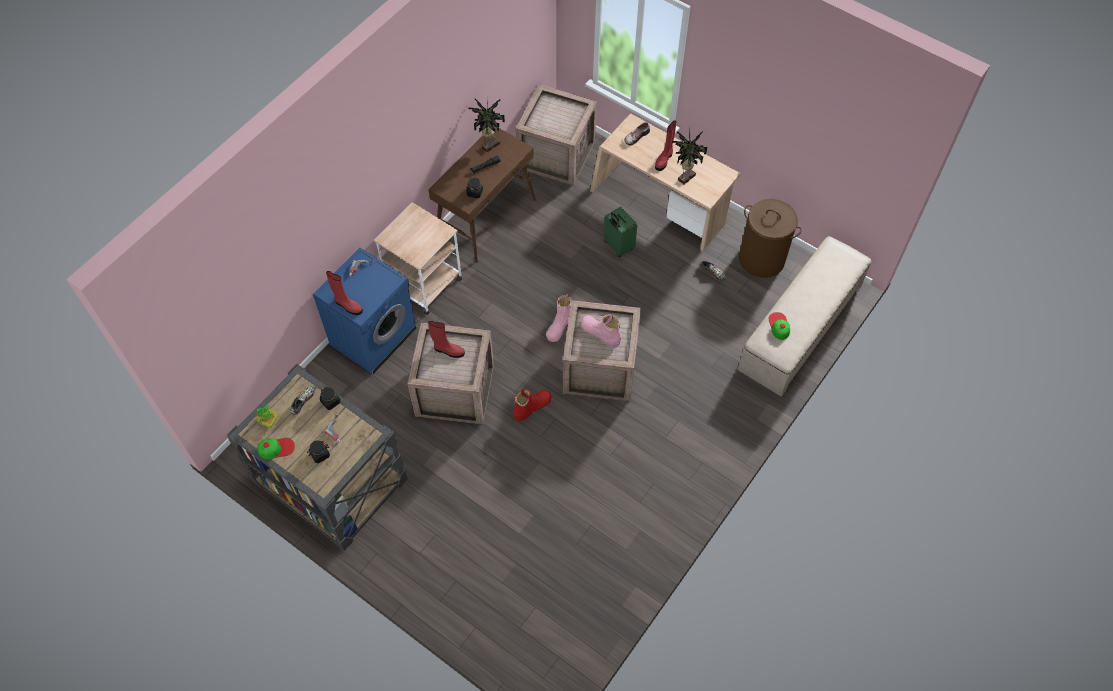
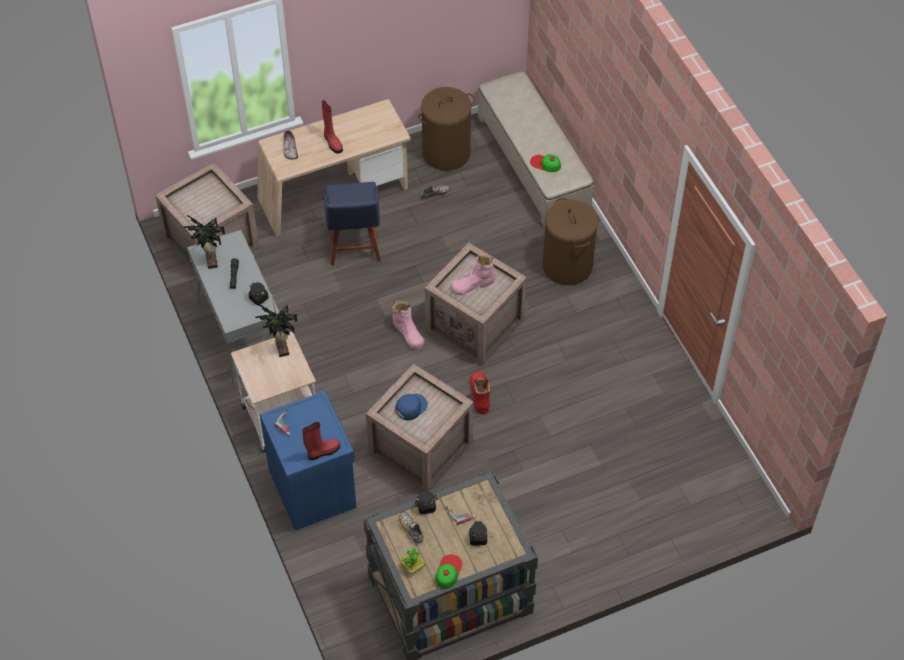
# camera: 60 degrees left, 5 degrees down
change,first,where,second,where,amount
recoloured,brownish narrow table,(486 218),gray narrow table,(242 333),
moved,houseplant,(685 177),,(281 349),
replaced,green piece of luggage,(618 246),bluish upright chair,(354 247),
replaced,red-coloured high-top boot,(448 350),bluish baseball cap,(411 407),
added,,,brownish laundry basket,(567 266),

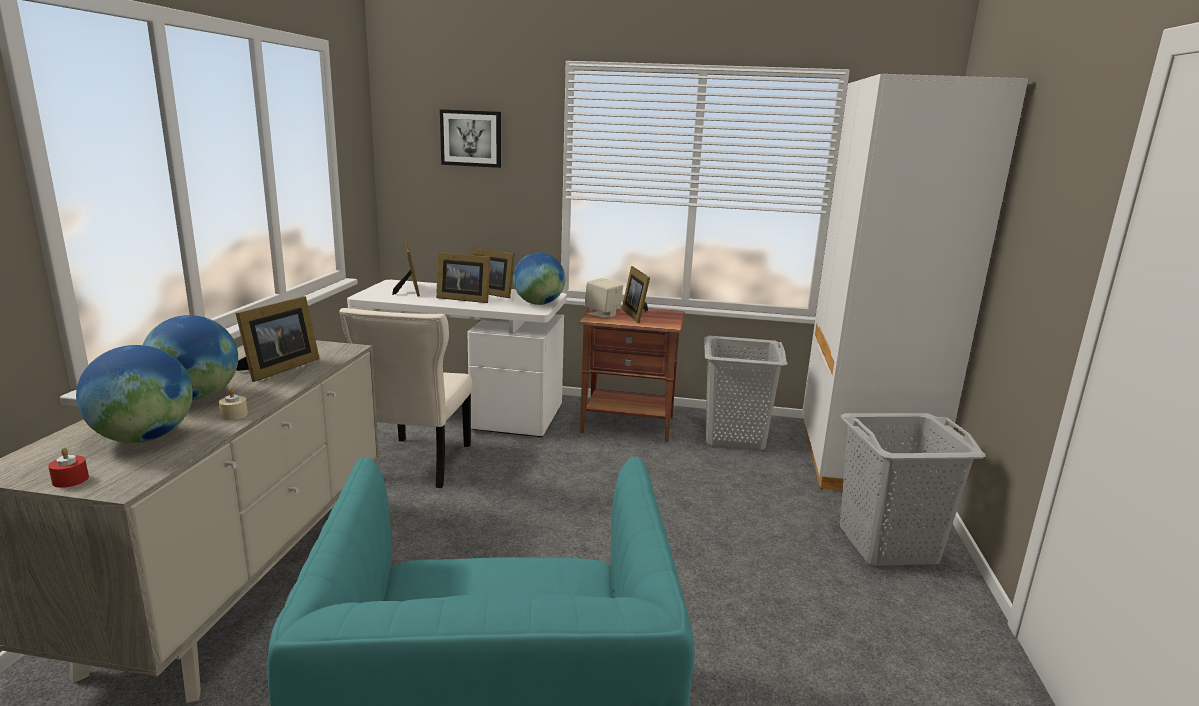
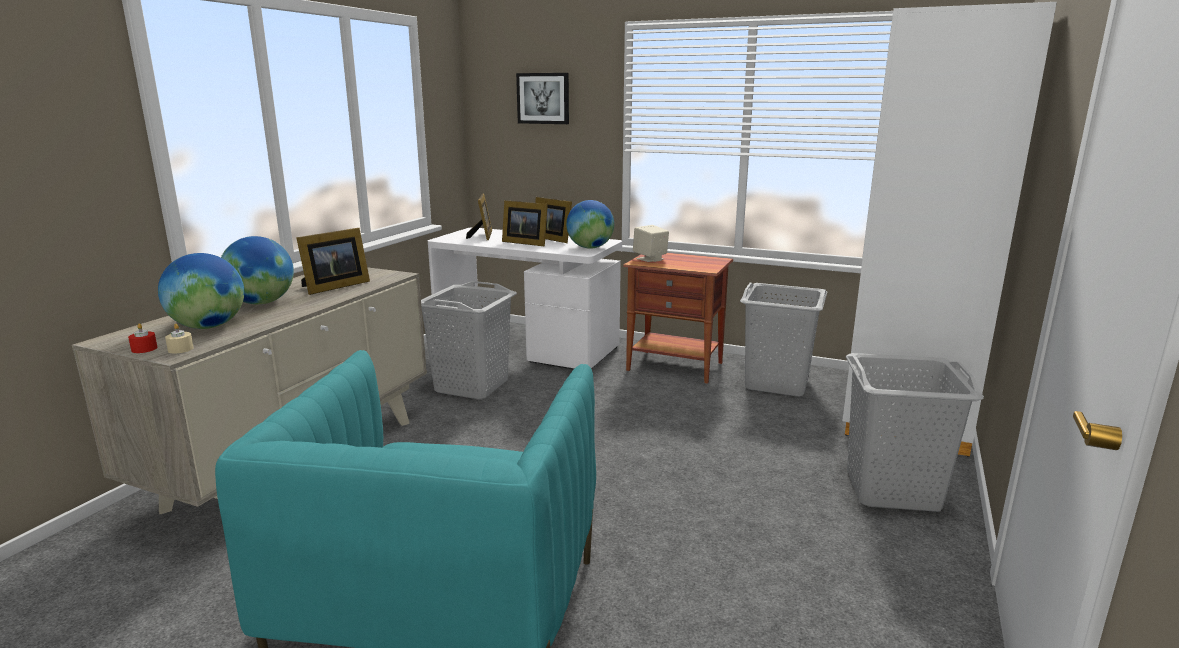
# camera: 15 degrees right, 0 degrees up
change,first,where,second,where,amount
removed,photo frame,(636 315),,,
replaced,beige upright chair,(417 464),gray laundry basket,(471 386),
moved,beige candle,(234 415),,(180 349),

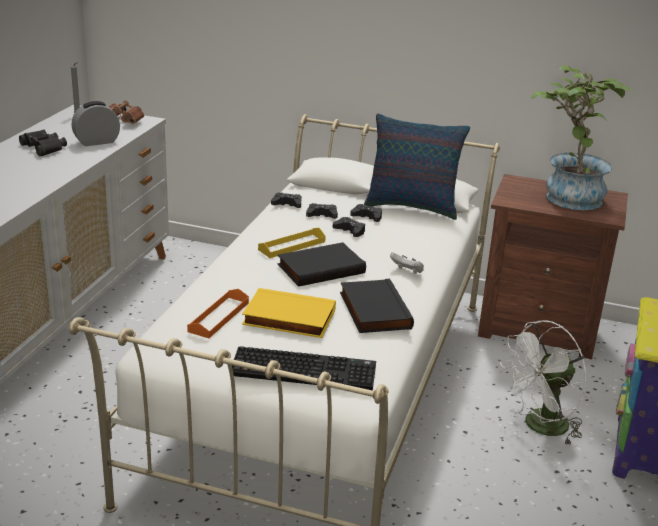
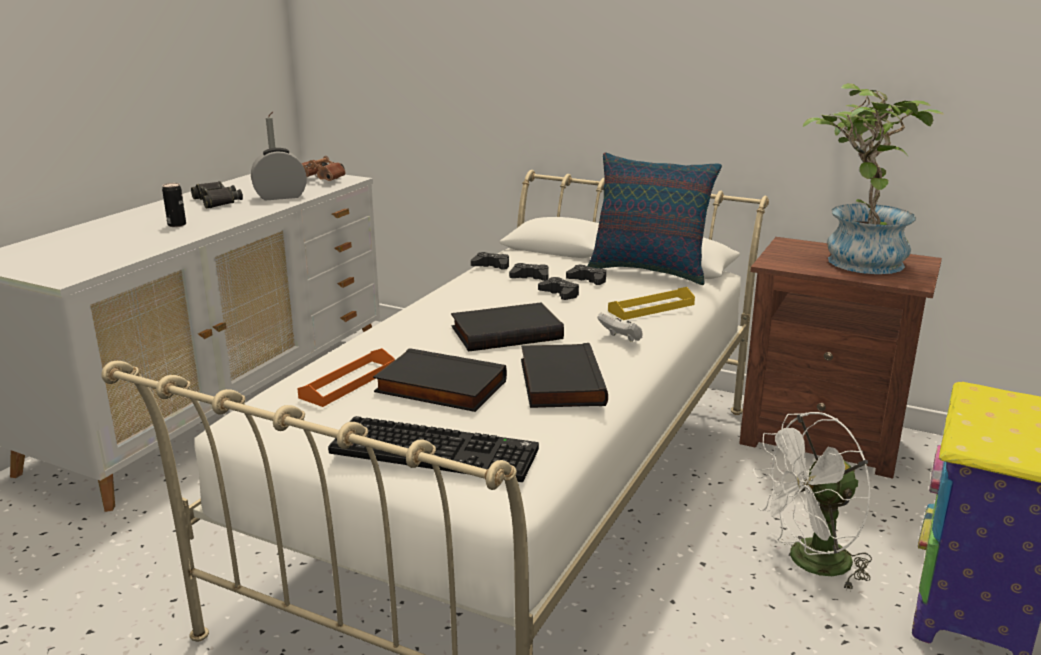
# camera: 10 degrees right, 5 degrees down
change,first,where,second,where,amount
moved,yellowish serving tray,(292 246),,(651 308),
recoloured,yellowish volume,(288 319),blackish volume,(439 388),
added,,,can,(177 225),

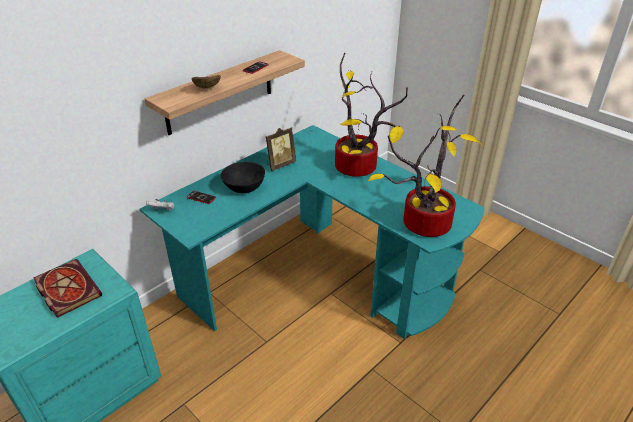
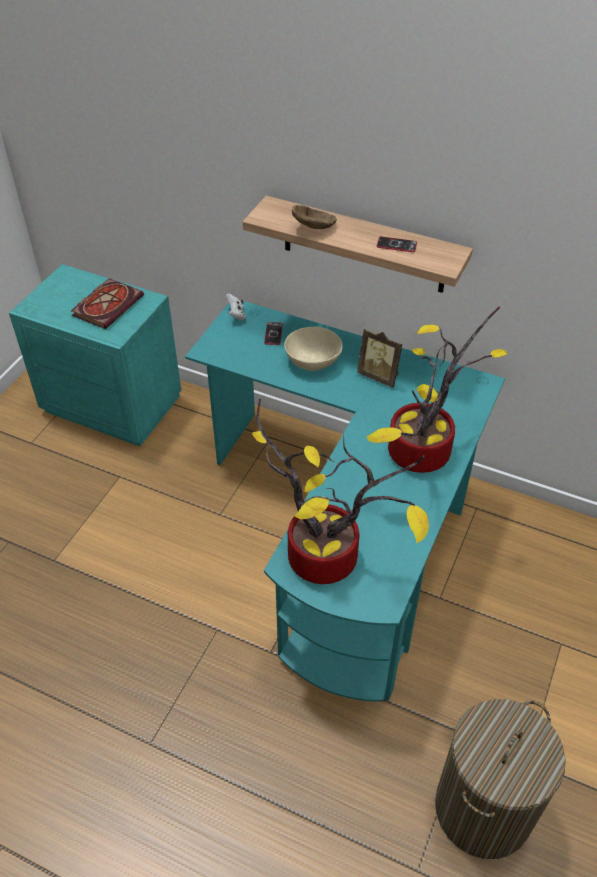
# camera: 70 degrees right, 10 degrees up
change,first,where,second,where,amount
recoloured,blackish deep dish,(244 187),beige deep dish,(312 360),
added,,,laundry basket,(483 809),

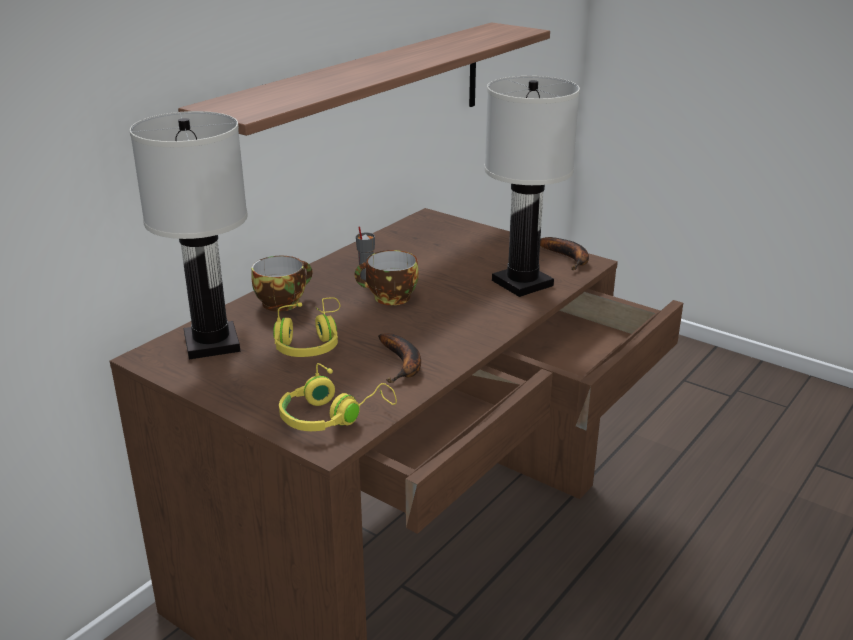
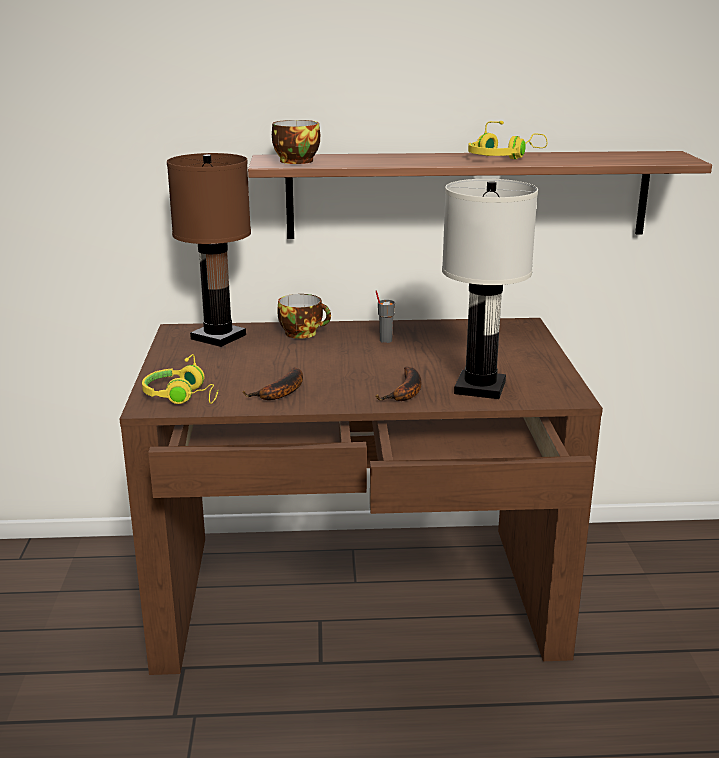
# camera: 50 degrees right, 5 degrees down
change,first,where,second,where,amount
recoloured,whitish lamp for a table,(211 344),brownish lamp for a table,(217 337),
moved,whole banana,(568 258),,(406 392),
moved,cup,(389 298),,(293 161),
moved,yellowish headphones,(310 342),,(503 158),

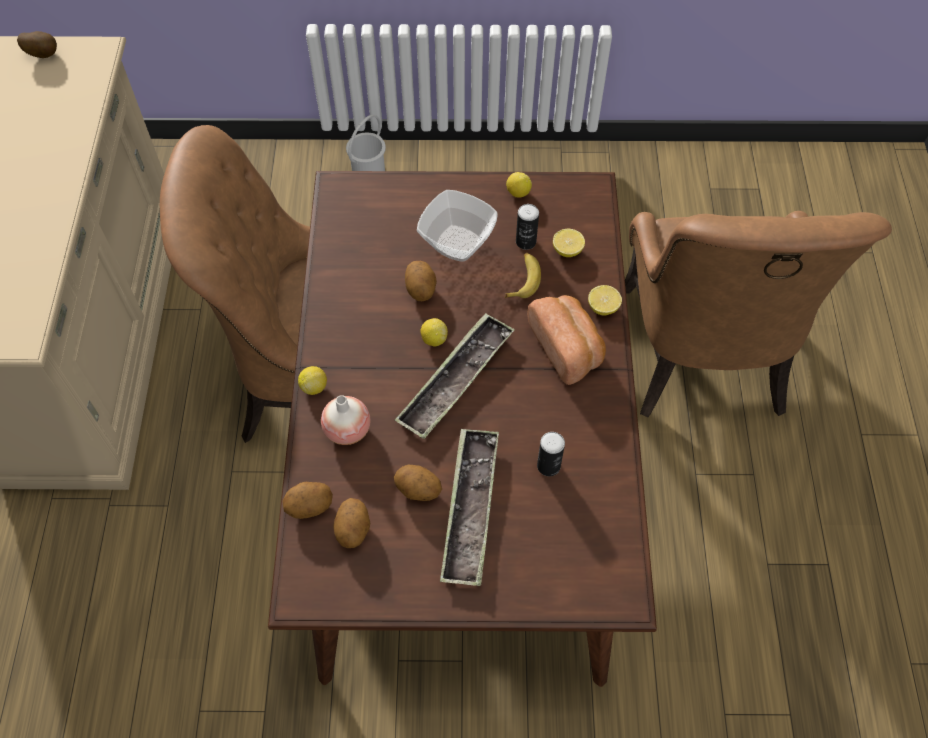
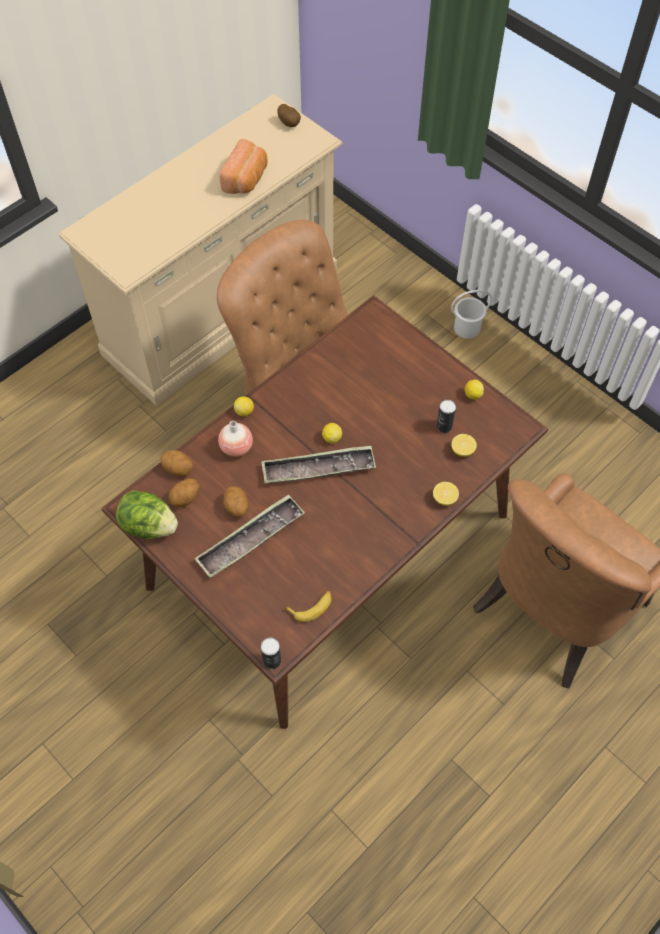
# camera: 45 degrees right, 0 degrees up
change,first,where,second,where,amount
removed,deep dish,(457 244),,,
moved,whole banana,(523 279),,(311 607),
removed,whole potato,(421 289),,,
moved,baked bread,(567 347),,(246 179),
moved,can,(548 466),,(272 660),
added,,,lettuce,(149 526),

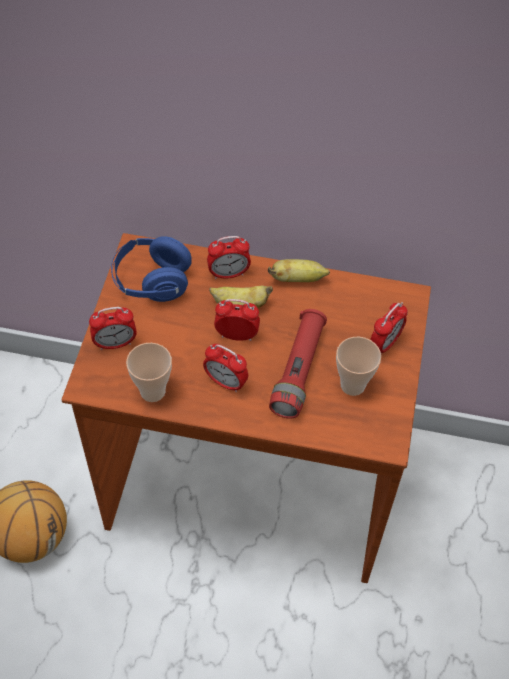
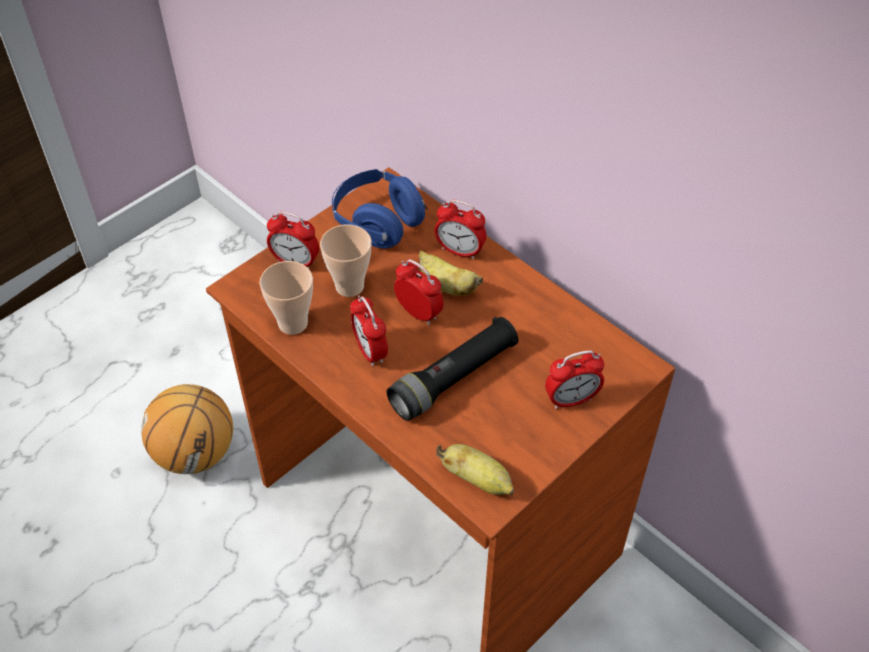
# camera: 35 degrees right, 5 degrees down
change,first,where,second,where,amount
moved,whole banana,(298 279),,(477 480),
recoloured,red-coloured flashlight,(298 370),blackish flashlight,(454 378),
moved,cup,(352 385),,(349 286),

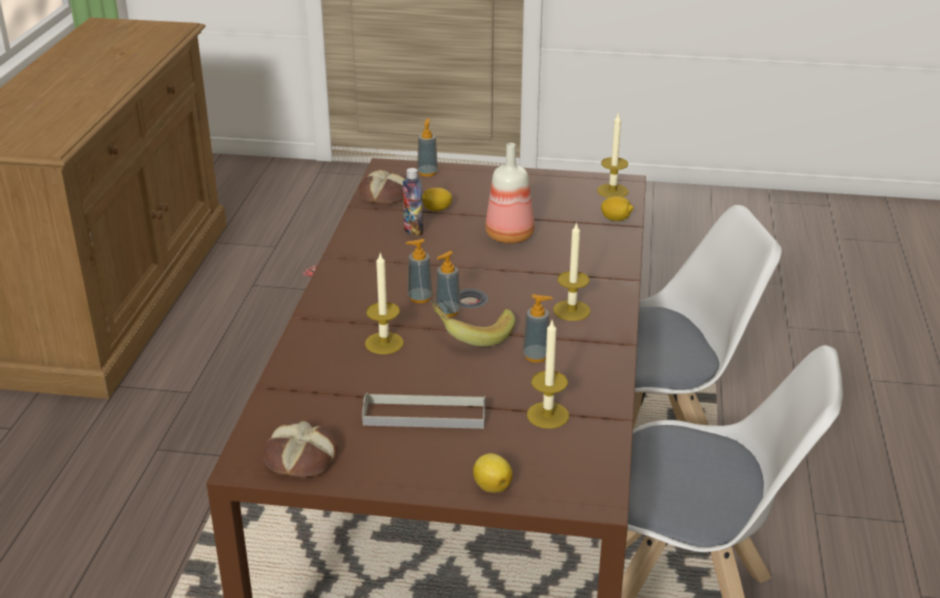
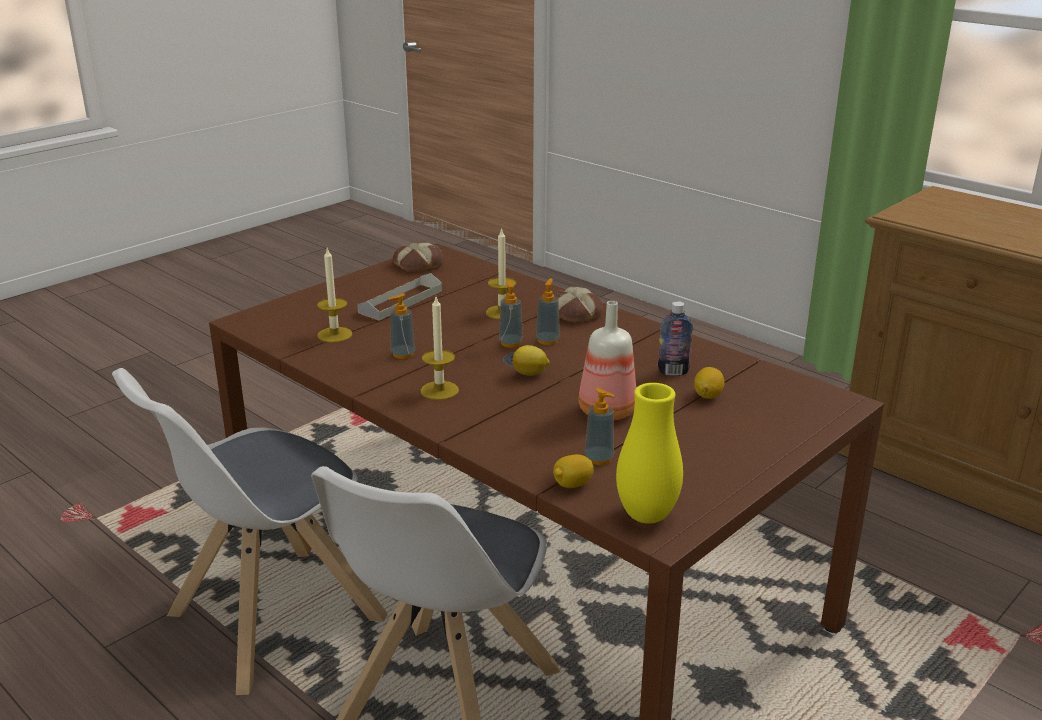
# camera: 125 degrees right, 5 degrees down
change,first,where,second,where,amount
replaced,candle,(612 191),yellowish decorative vase,(646 515),
moved,soap bottle,(427 172),,(599 458),
moved,baked bread,(385 195),,(574 313),
removed,whole banana,(472 334),,,
moved,citrus fruit,(492 486),,(530 374),

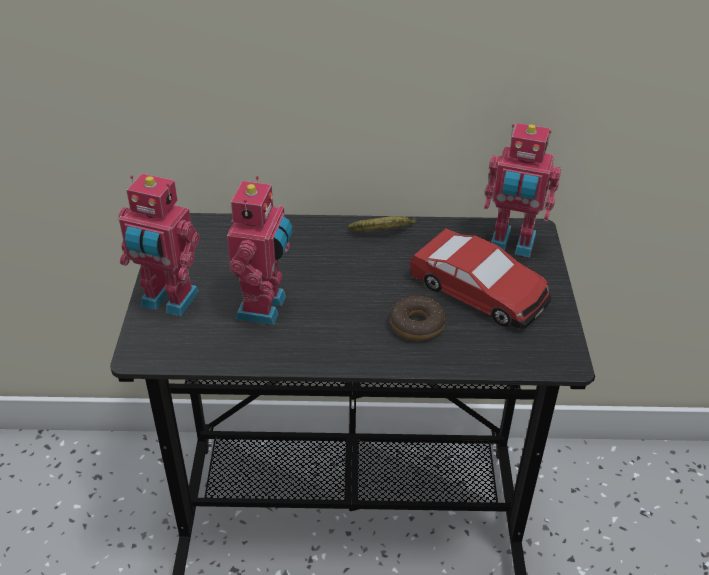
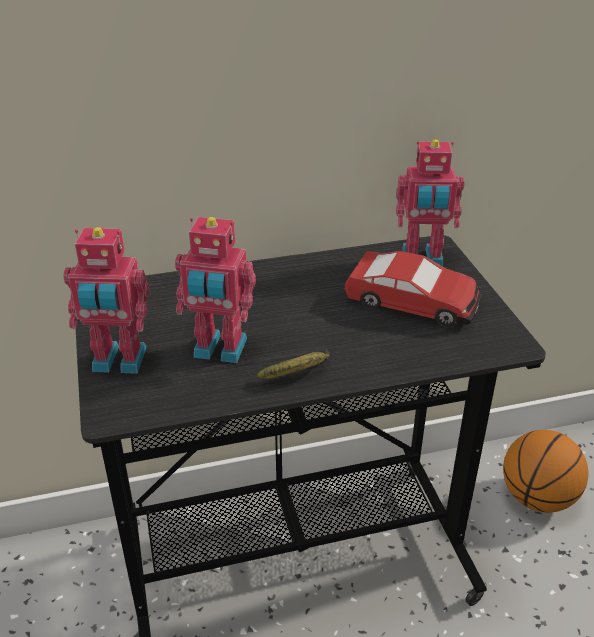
# camera: 15 degrees left, 5 degrees down
change,first,where,second,where,amount
turned,toy robot,(265 307),,(219 350),105 degrees clockwise
moved,whole banana,(384 232),,(298 373),
removed,donut,(417 324),,,
added,,,basketball ball,(538 497),

